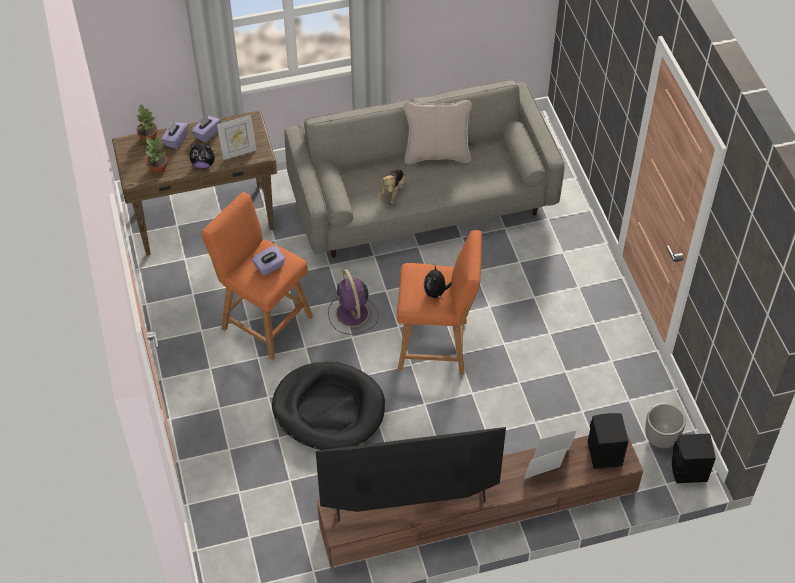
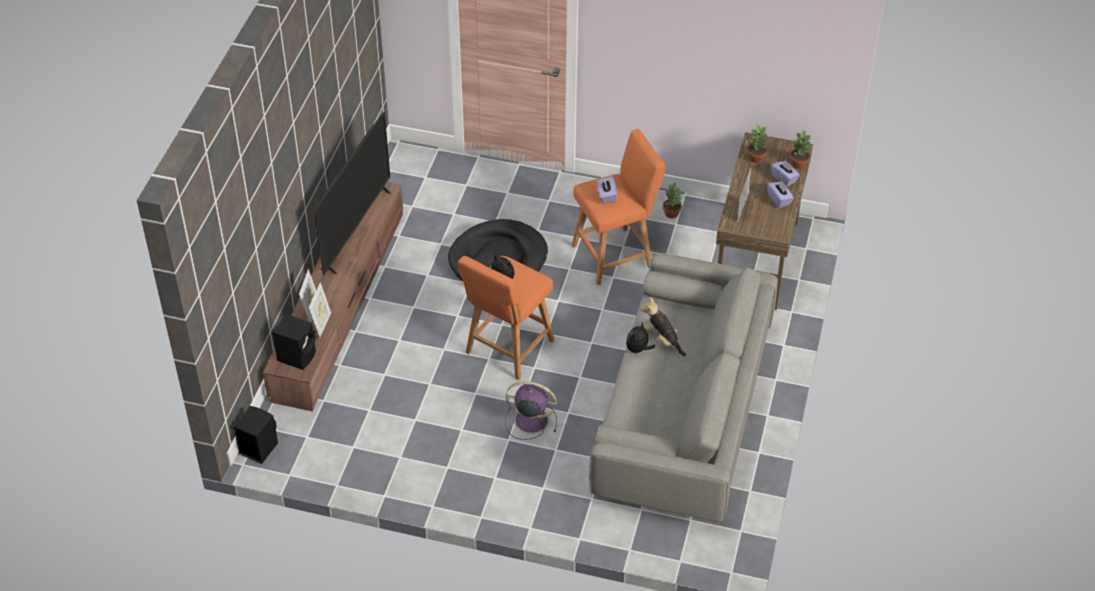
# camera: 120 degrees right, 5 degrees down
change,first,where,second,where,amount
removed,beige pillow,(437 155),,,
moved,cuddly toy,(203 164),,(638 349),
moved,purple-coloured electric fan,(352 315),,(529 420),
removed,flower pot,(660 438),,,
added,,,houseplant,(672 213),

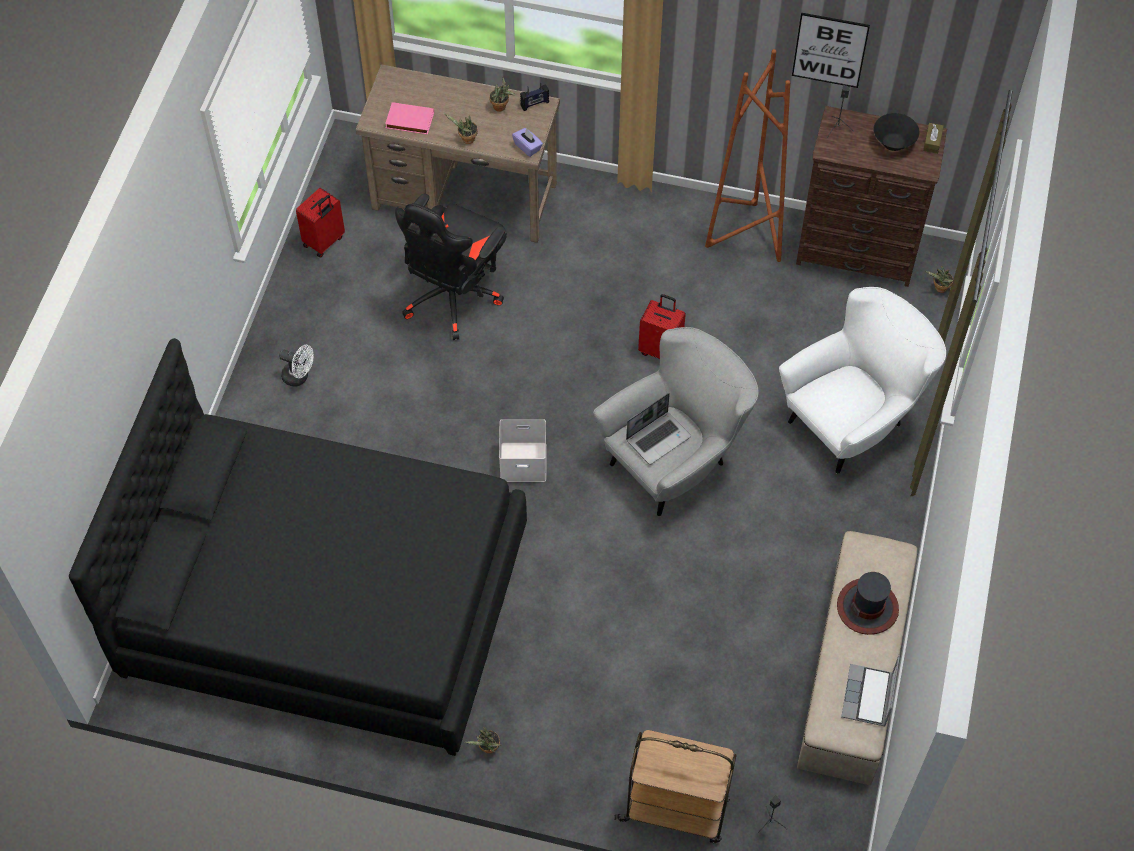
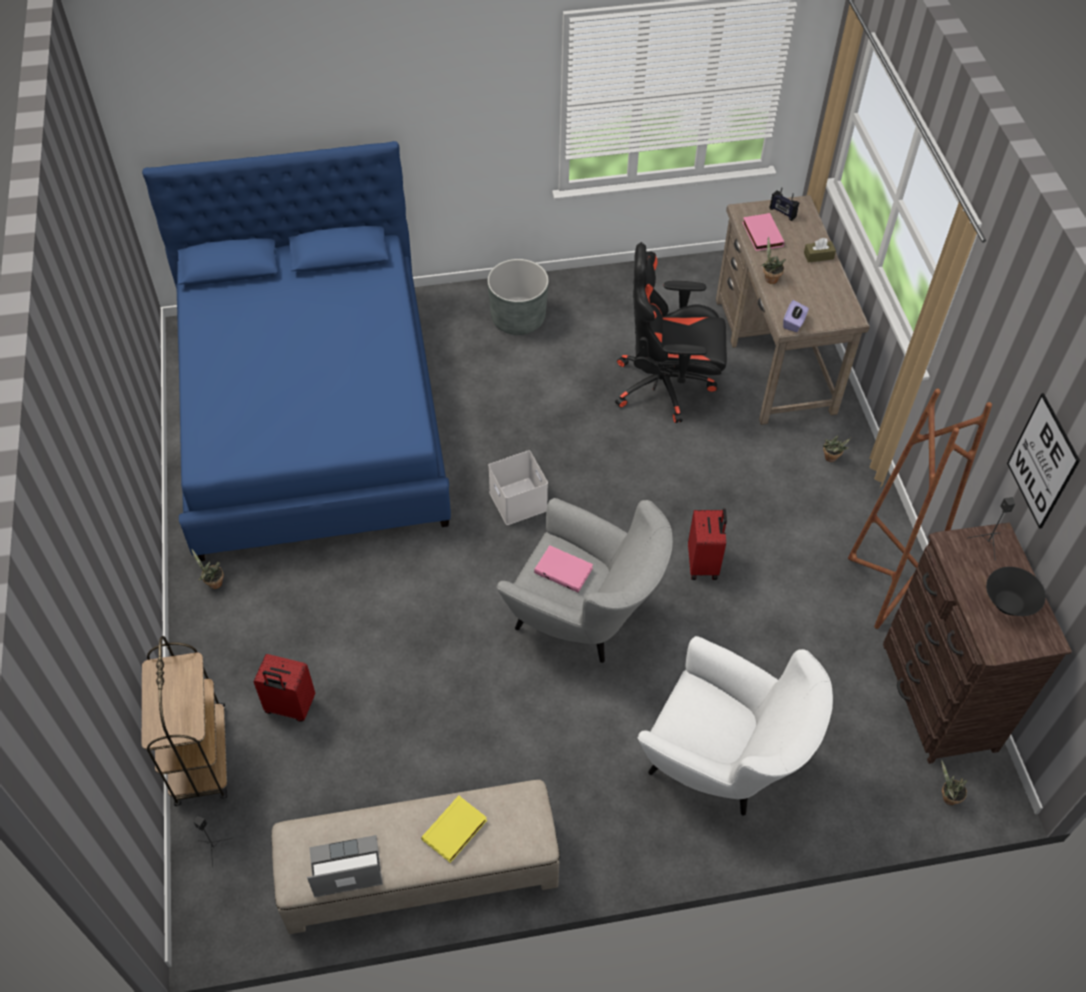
# camera: 65 degrees right, 5 degrees down
change,first,where,second,where,amount
moved,houseplant,(501 107),,(831 459),
moved,radio set,(535 104),,(782 213),
moved,brownish tissue holder,(932 142),,(818 256),
moved,red-coloured piece of luggage,(324 242),,(289 707),
recoloured,blackish bed,(325 600),bluish bed,(312 416),
replaced,whitish electric fan,(299 377),gray flower pot,(518 318),
replaced,notebook computer,(658 437),pink volume,(564 570),
replaced,hat,(867 607),yellowish volume,(455 831),

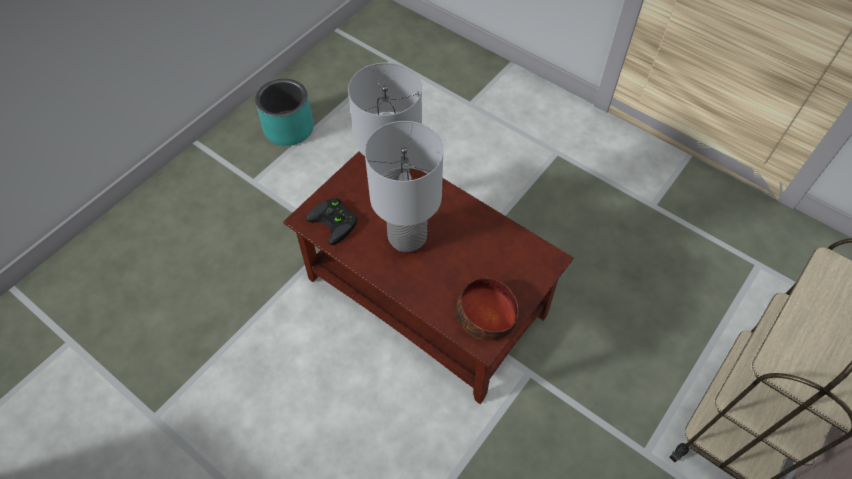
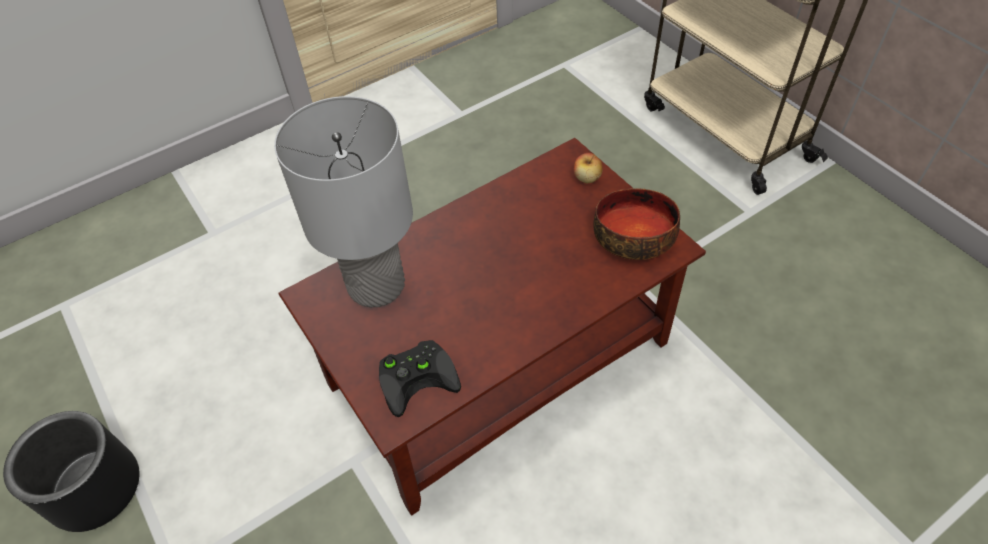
# camera: 70 degrees left, 5 degrees down
change,first,where,second,where,amount
recoloured,turquoise-coloured flower pot,(289 128),blackish flower pot,(95 487),
removed,gray lamp for a table,(407 239),,,
added,,,apple,(587 178),

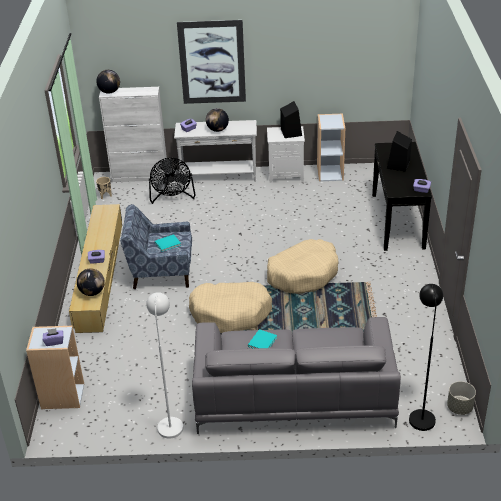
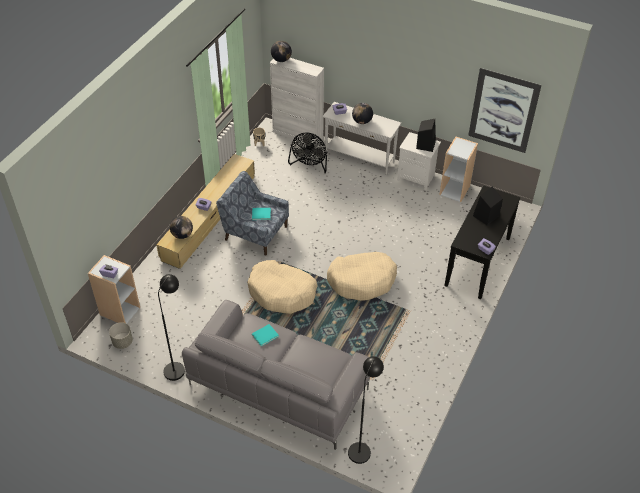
# camera: 25 degrees right, 10 degrees up
change,first,where,second,where,amount
moved,picture,(212 62),,(503 111),
recoloured,whitish standard lamp,(170 422),blackish standard lamp,(177 367),
moved,gray flower pot,(459 407),,(122 342),

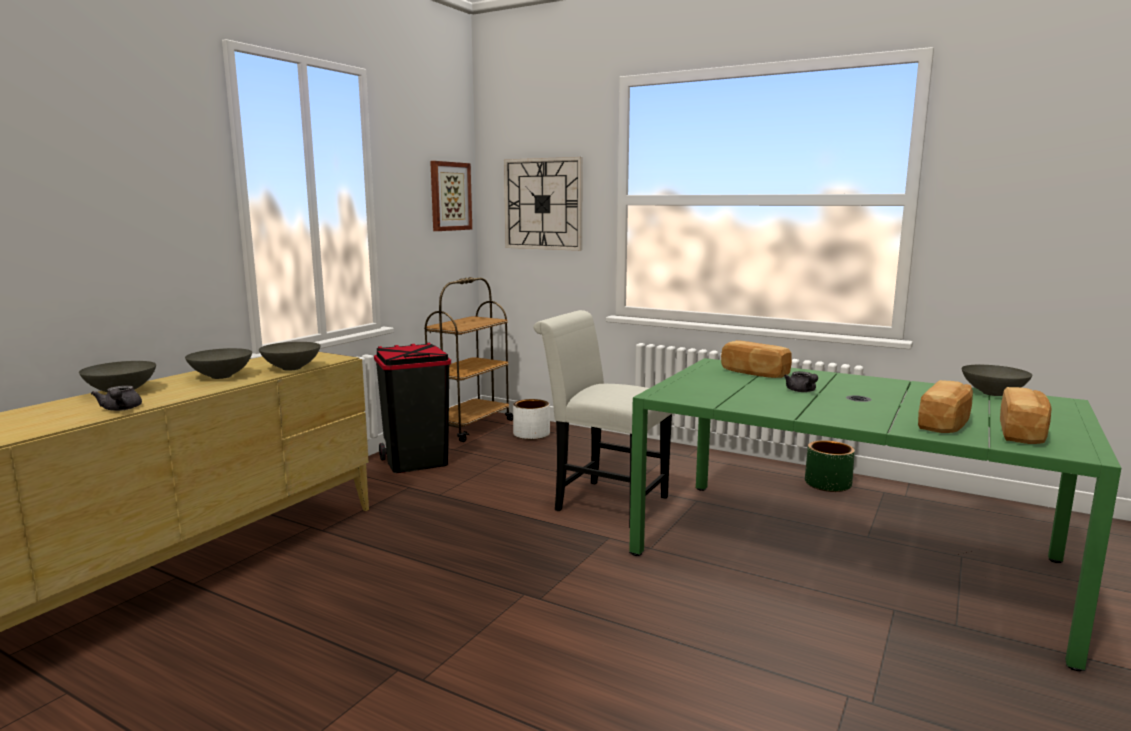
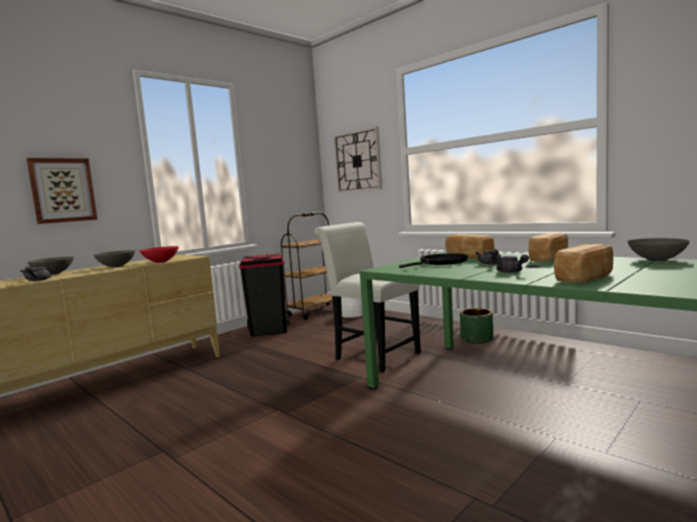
# camera: 15 degrees right, 5 degrees down
change,first,where,second,where,amount
moved,picture,(450 196),,(62 190),
recoloured,gray deep dish,(292 368),red-coloured deep dish,(161 262),
moved,baked bread,(1023 433),,(550 258),
moved,green flower pot,(827 484),,(476 339),
added,,,blackish skillet,(441 263),
added,,,gray pot for tea,(511 272),

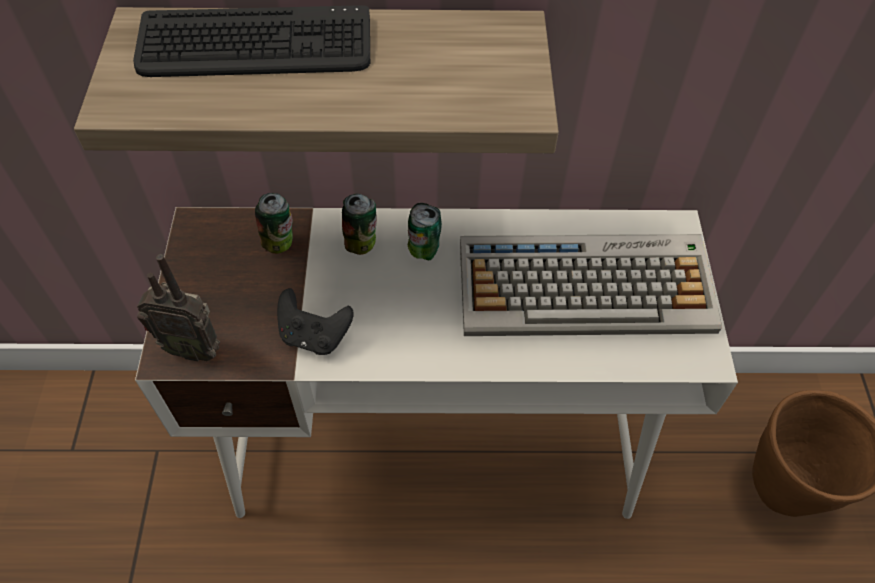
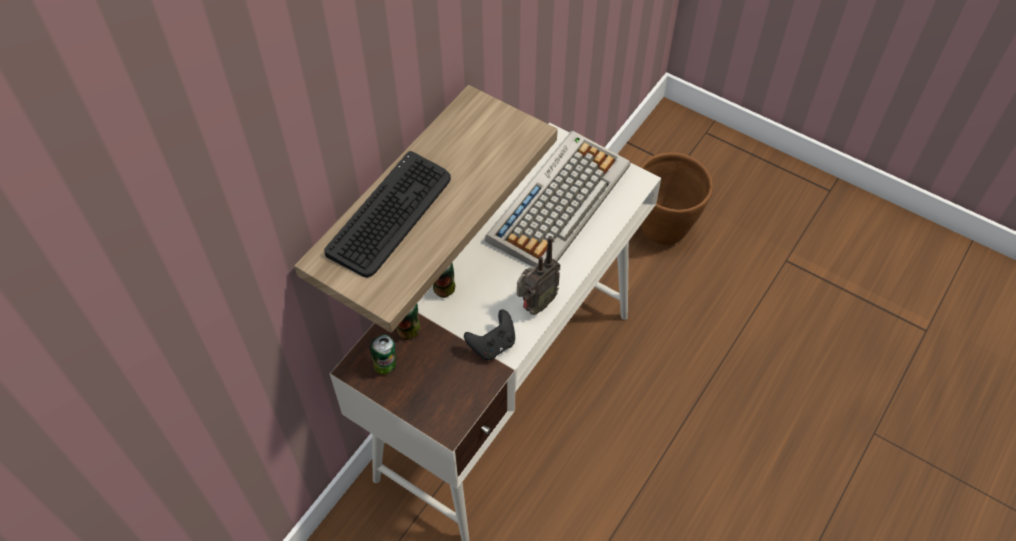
# camera: 55 degrees left, 0 degrees up
change,first,where,second,where,amount
moved,can,(423 251),,(386 366),
moved,radio set,(193 347),,(535 305),

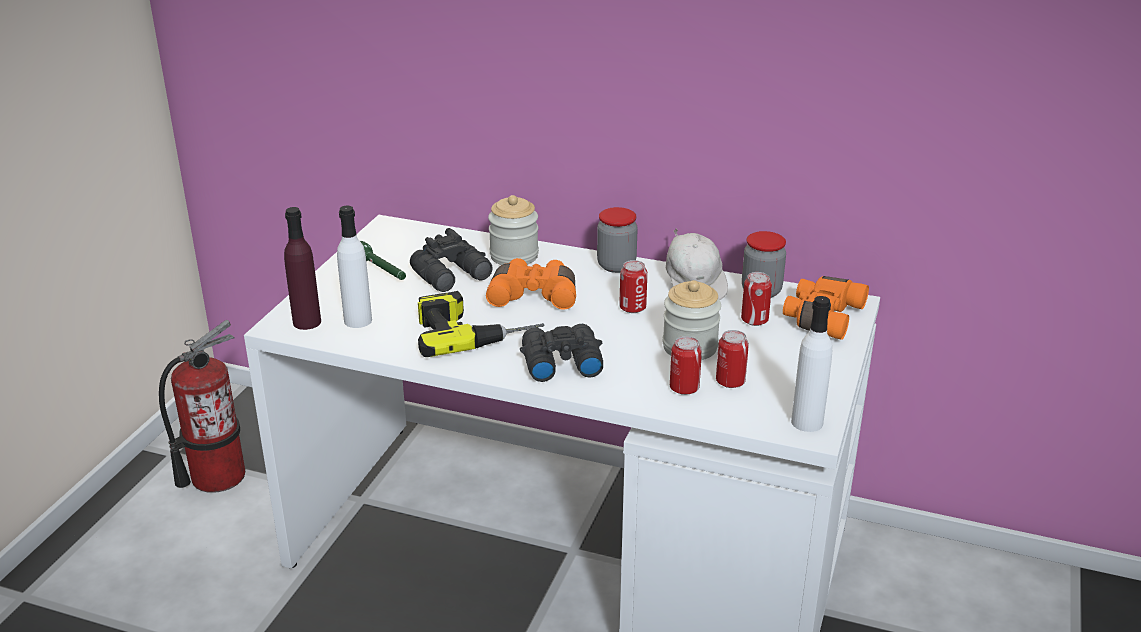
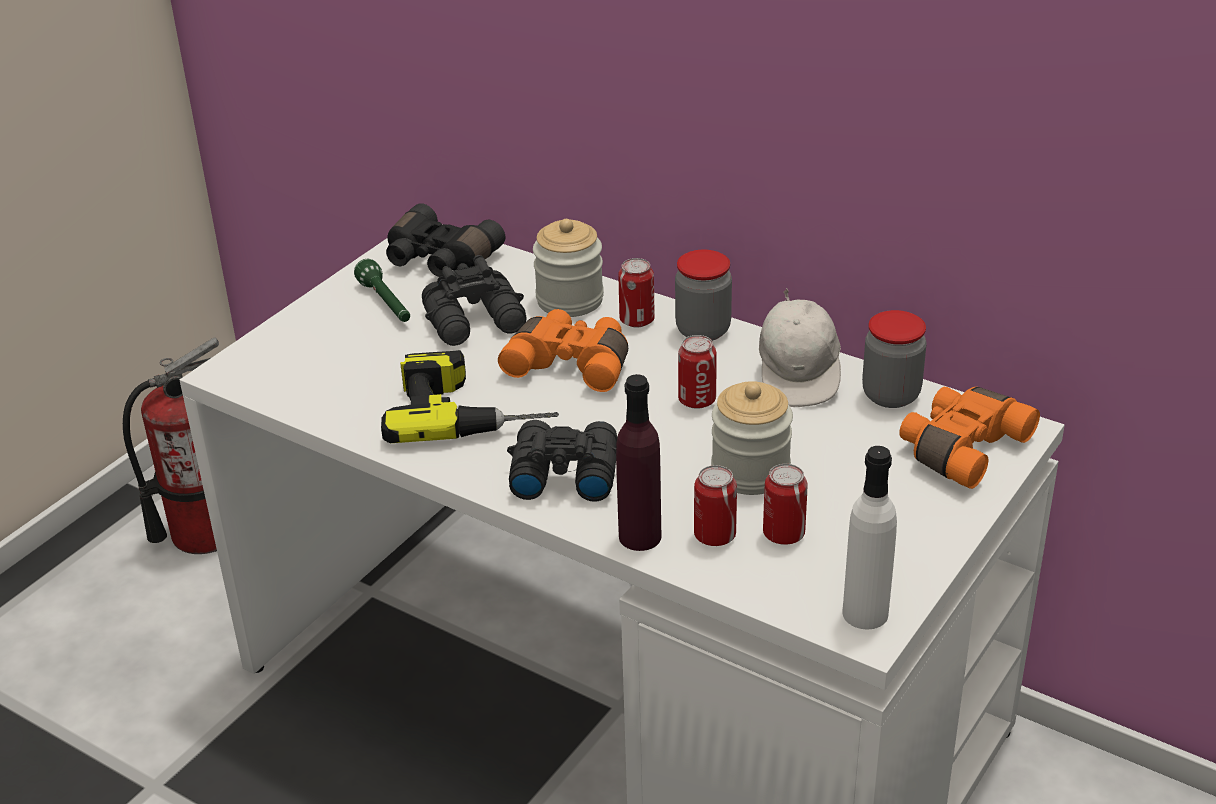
# camera: 15 degrees right, 5 degrees up
change,first,where,second,where,amount
removed,whitish bottle,(358 320),,,
moved,purple-coloured bottle,(307 322),,(640 536),
moved,can,(754 320),,(637 320),
added,,,blackish pair of binoculars,(438 259),

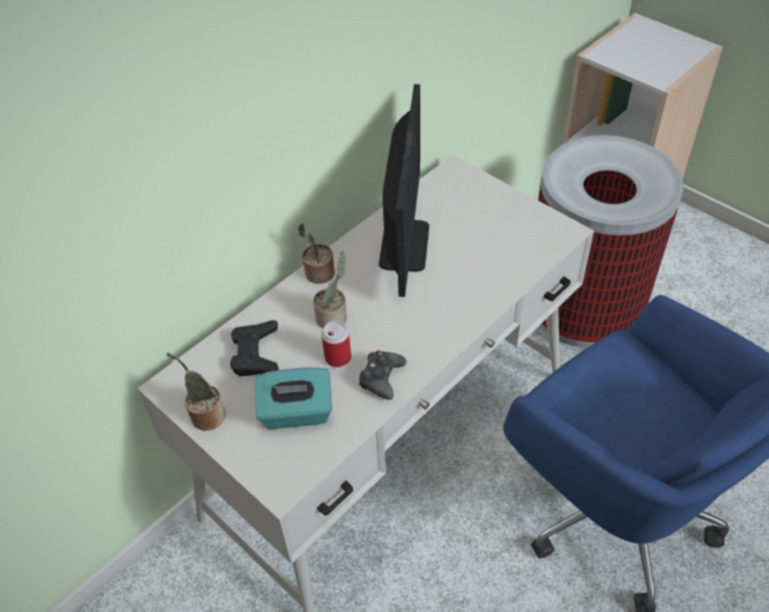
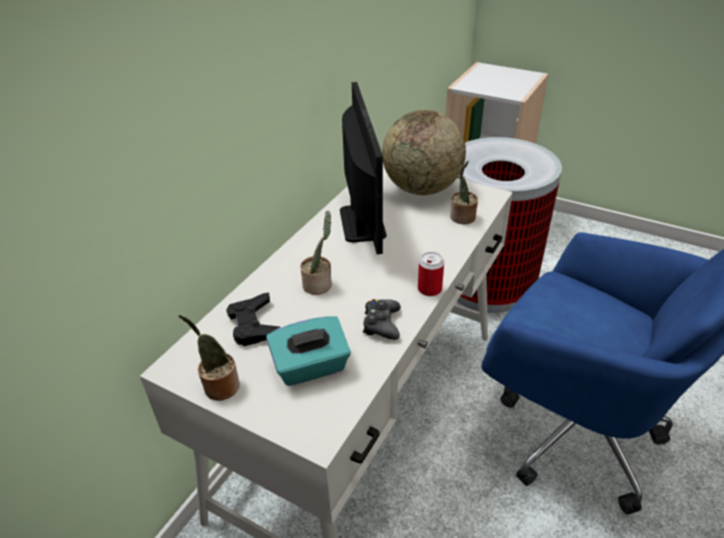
# camera: 15 degrees left, 10 degrees down
change,first,where,second,where,amount
moved,houseplant,(318 274),,(462 218),
moved,can,(338 357),,(429 289),
added,,,globe,(422 188),

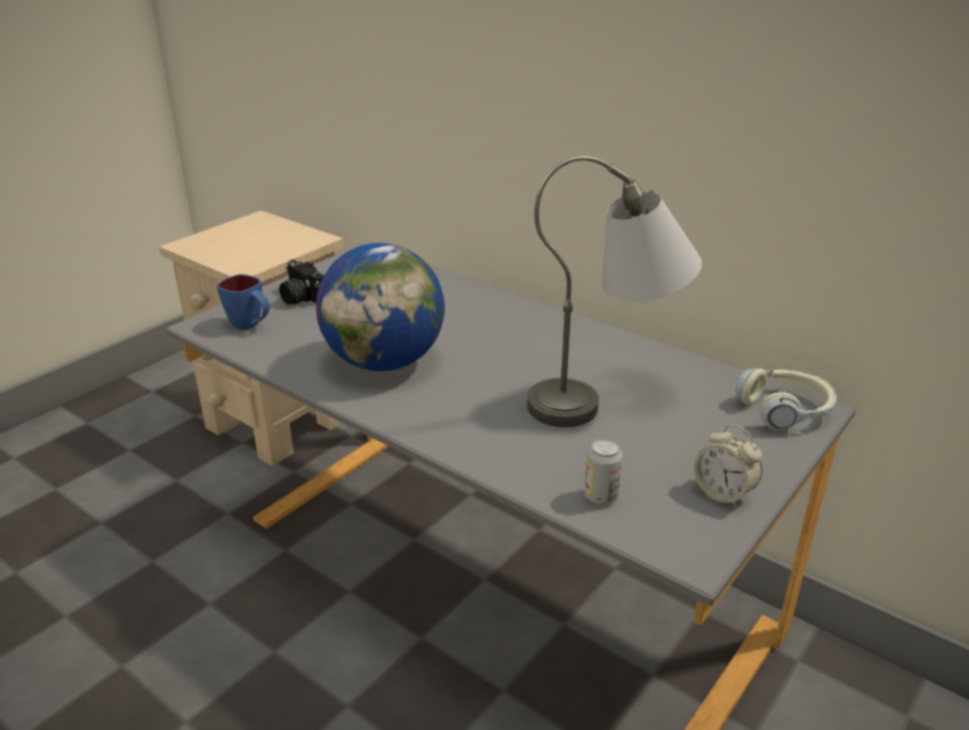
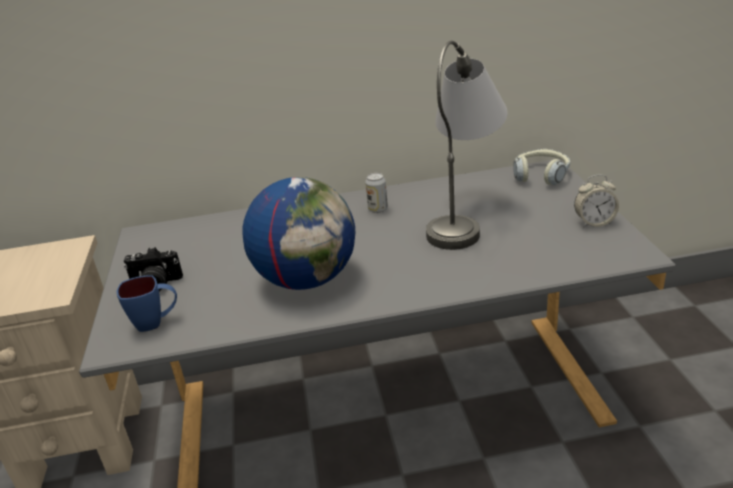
# camera: 45 degrees left, 0 degrees up
change,first,where,second,where,amount
moved,can,(601 497),,(378 209),

